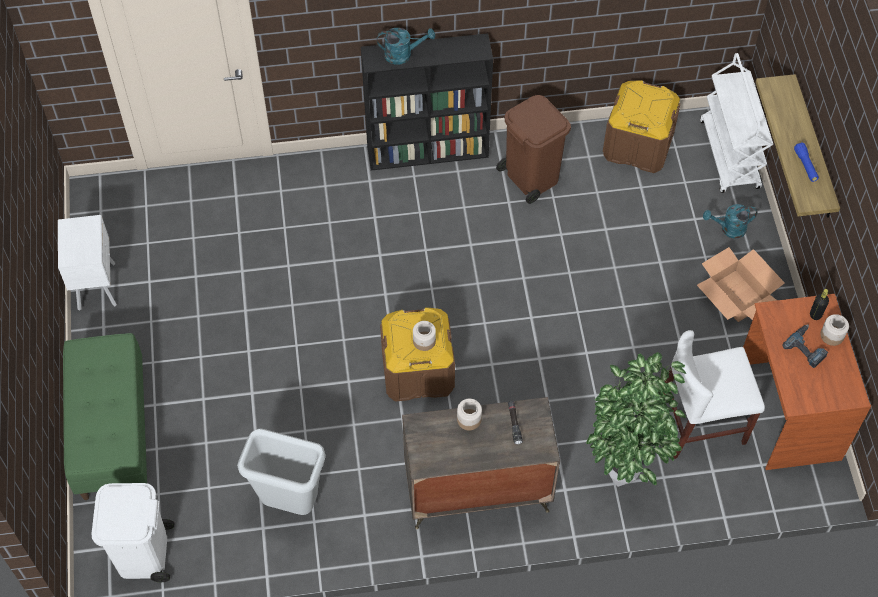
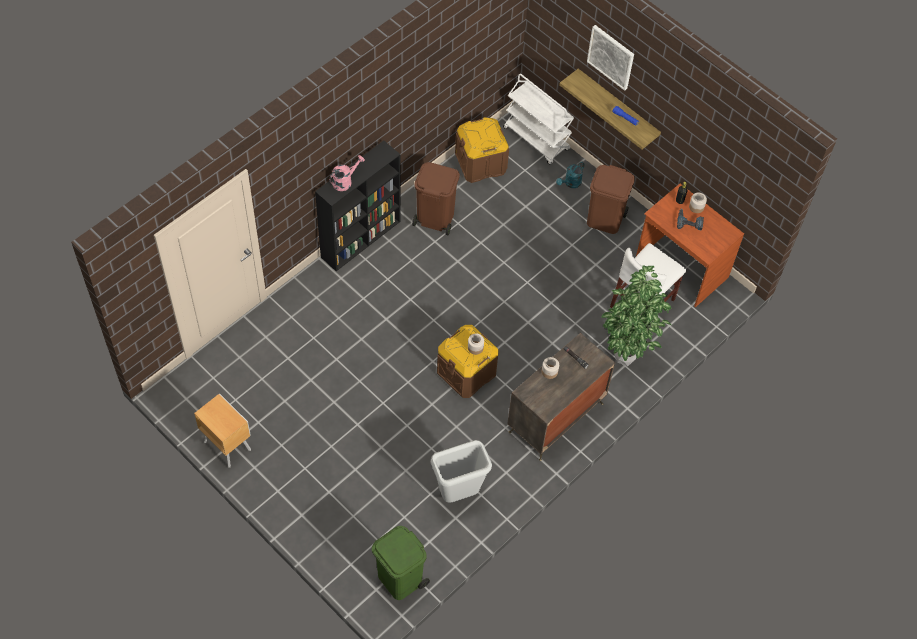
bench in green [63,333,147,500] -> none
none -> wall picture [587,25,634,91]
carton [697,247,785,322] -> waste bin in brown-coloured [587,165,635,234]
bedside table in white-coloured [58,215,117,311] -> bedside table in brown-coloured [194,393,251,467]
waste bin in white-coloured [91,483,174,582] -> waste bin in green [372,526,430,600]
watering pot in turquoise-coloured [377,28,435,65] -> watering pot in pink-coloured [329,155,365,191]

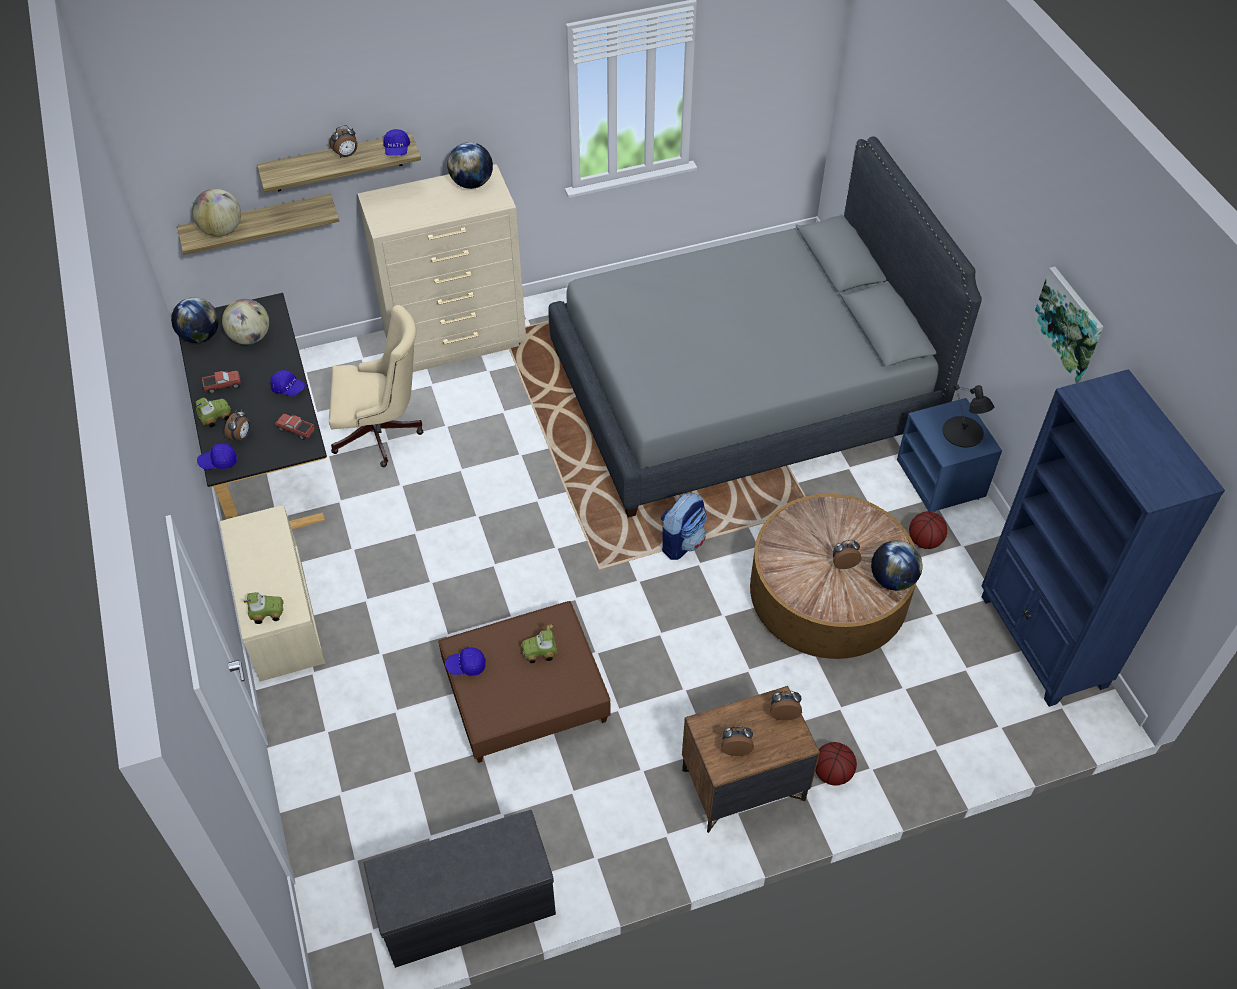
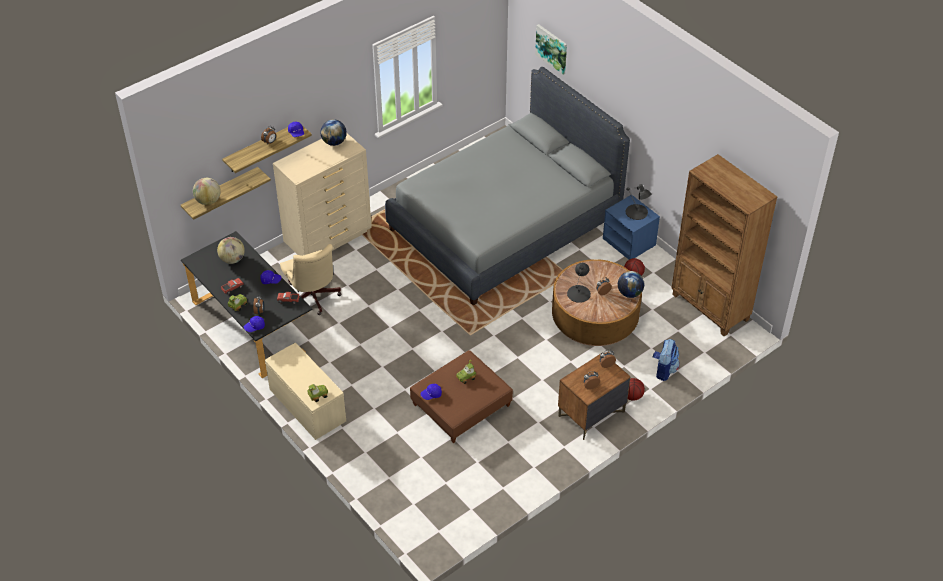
world globe [171,297,219,343] -> none
bench in gray [364,810,556,968] -> none
none -> table lamp in blackish [567,263,591,303]
knapsack [661,493,707,560] -> knapsack [653,339,680,381], shifted
wall picture [1031,267,1103,383] -> wall picture [535,24,567,75], shifted
shelving unit in bluish [981,369,1225,707] -> shelving unit in brown-coloured [671,154,777,337]
desk chair in beige-coloured [329,305,423,467] -> desk chair in beige-coloured [280,244,342,315], 90 degrees clockwise

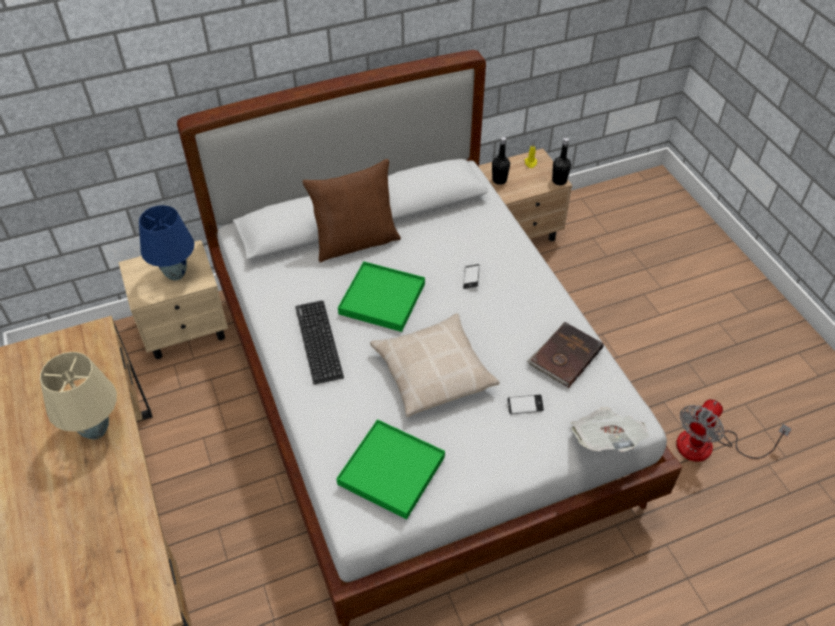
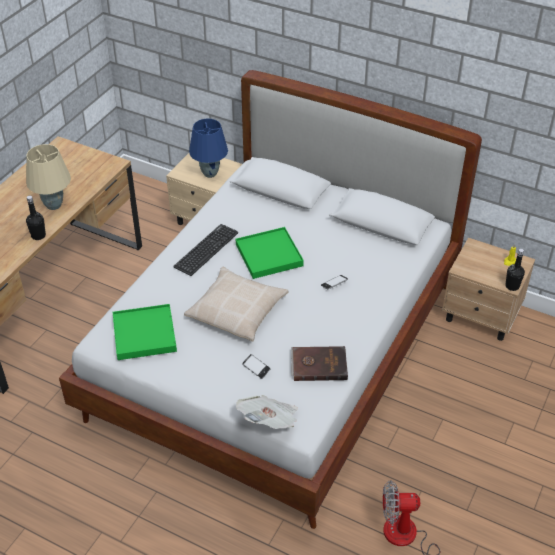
cushion in brown-coloured [302,159,401,262] -> none
drink bottle in blackish [492,137,510,185] -> drink bottle in blackish [26,195,46,240], shifted

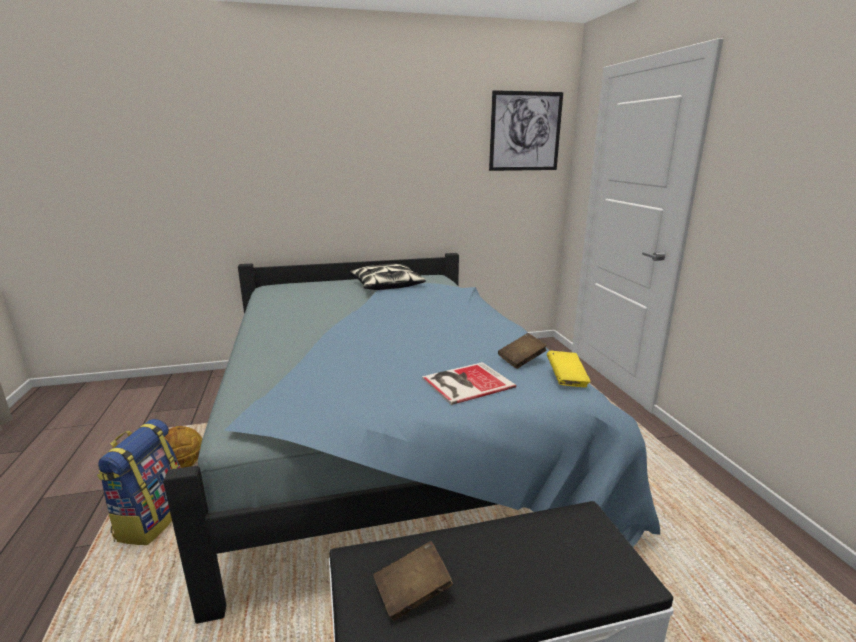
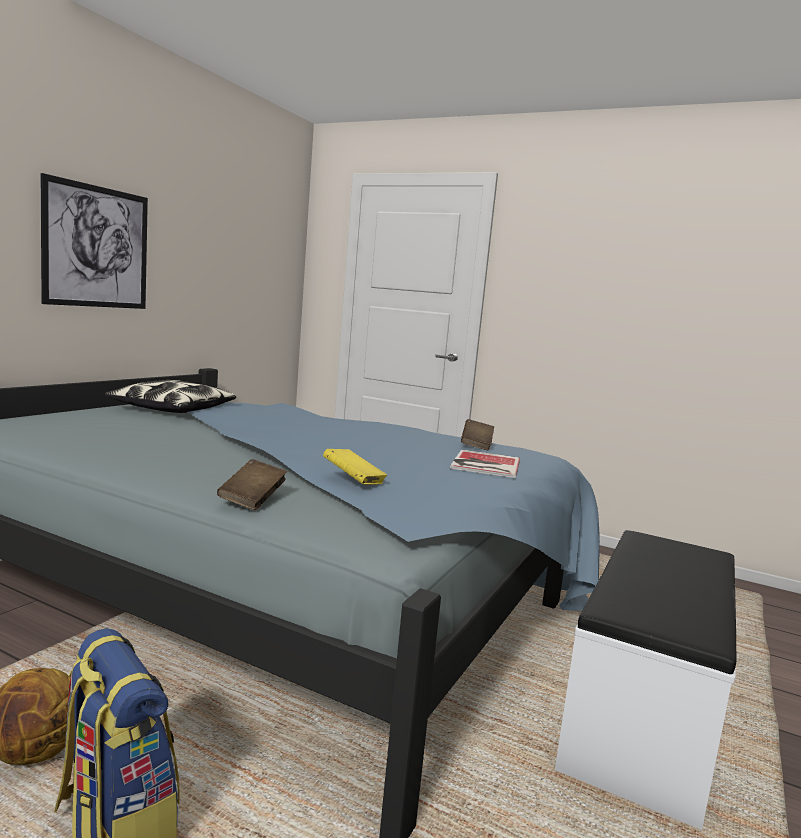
book in brown-coloured [373,541,453,621] -> book in brown-coloured [217,459,287,510], shifted
wall picture [489,90,563,171] -> wall picture [41,173,148,309], shifted
book in yellowish [547,351,591,387] -> book in yellowish [323,449,387,484], shifted

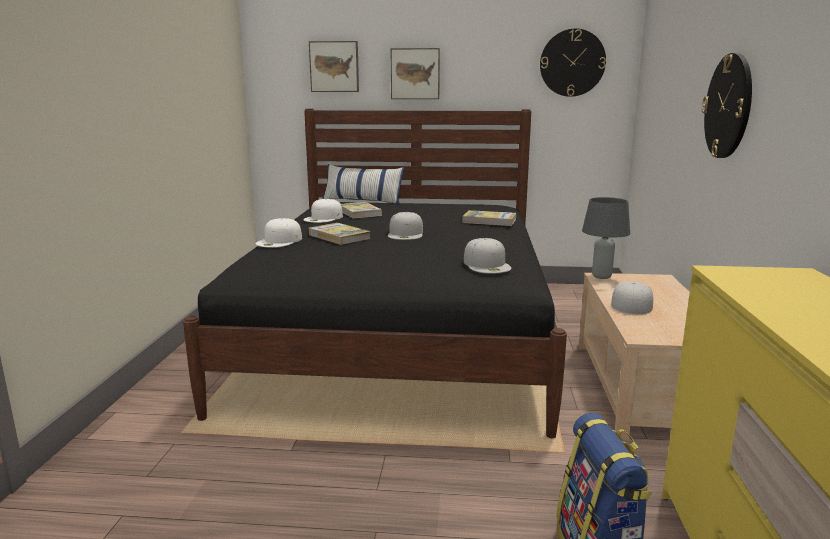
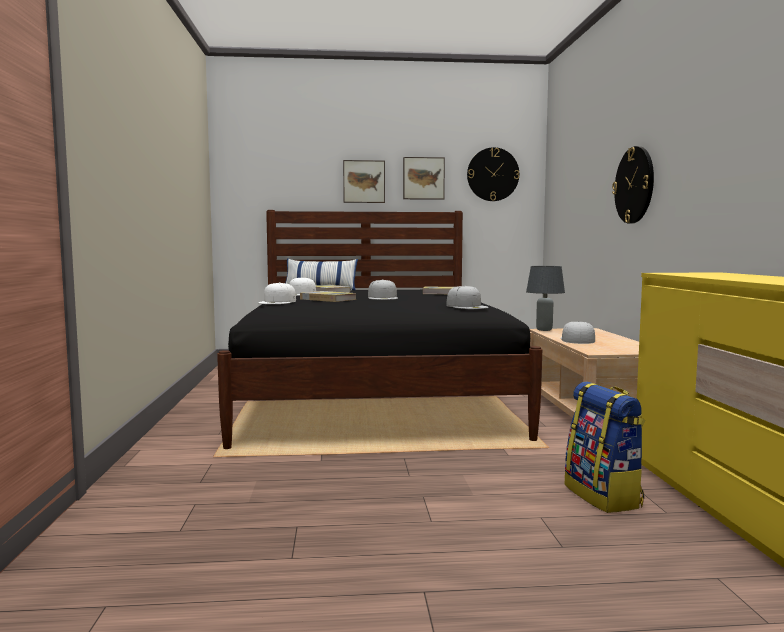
wall picture [309,41,359,92] -> wall picture [403,157,445,200], shifted

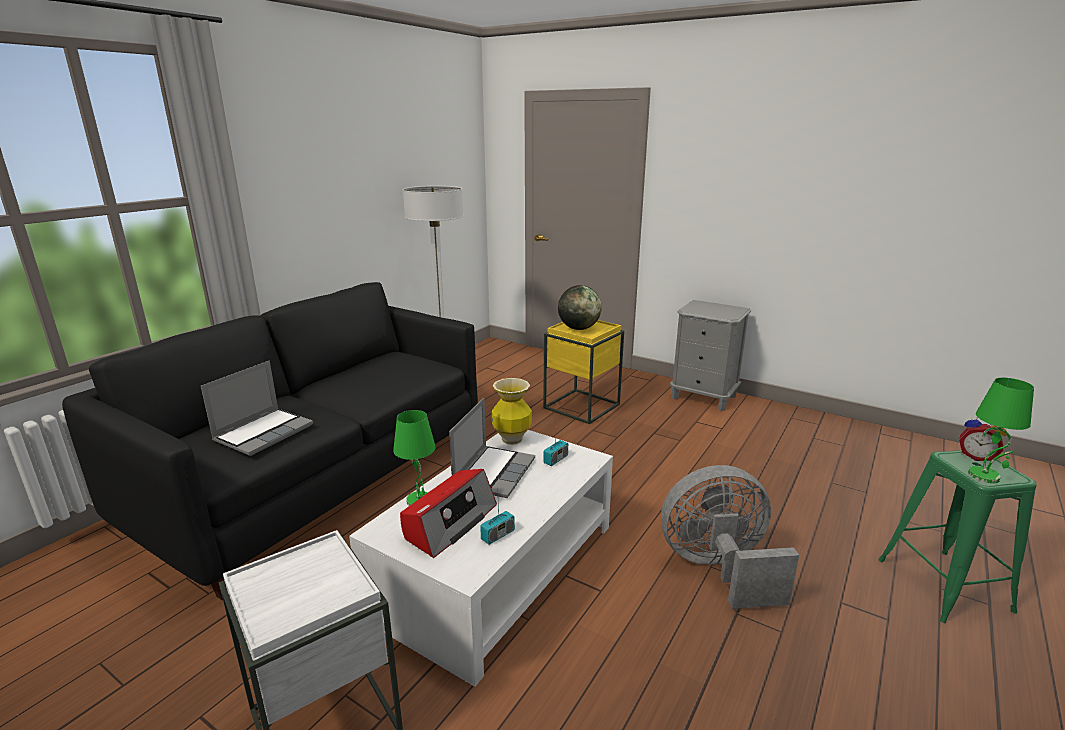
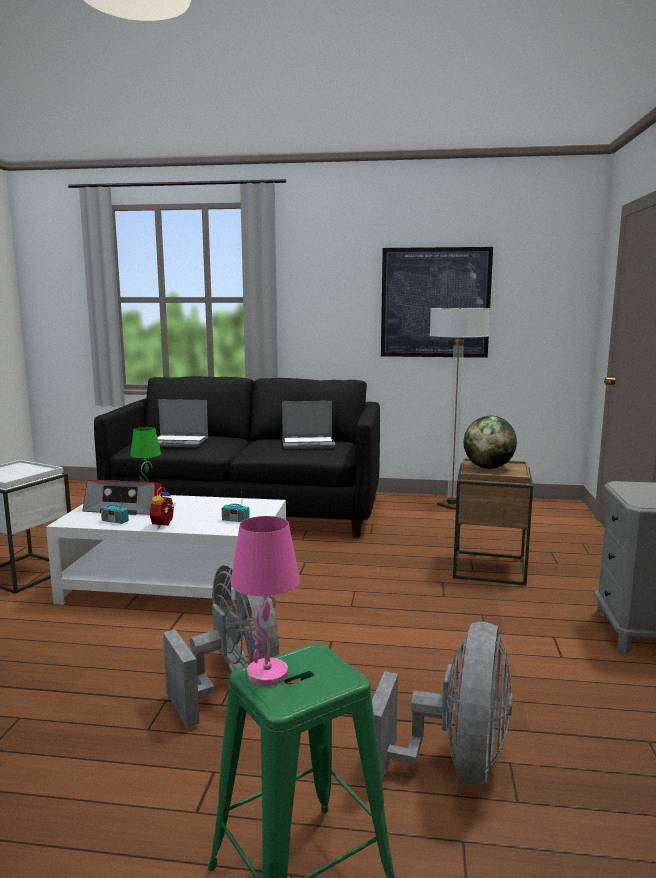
vase [492,378,532,445] -> none
none -> electric fan in gray [365,622,513,786]
none -> wall picture [381,247,493,358]
notebook computer [449,398,535,498] -> notebook computer [282,401,336,449], shifted
alarm clock [959,417,1007,461] -> alarm clock [150,487,176,529], shifted
side table in yellowish [543,320,624,424] -> side table in brown-coloured [453,458,533,586]
table lamp in green [968,378,1034,483] -> table lamp in pink-coloured [231,516,300,686]

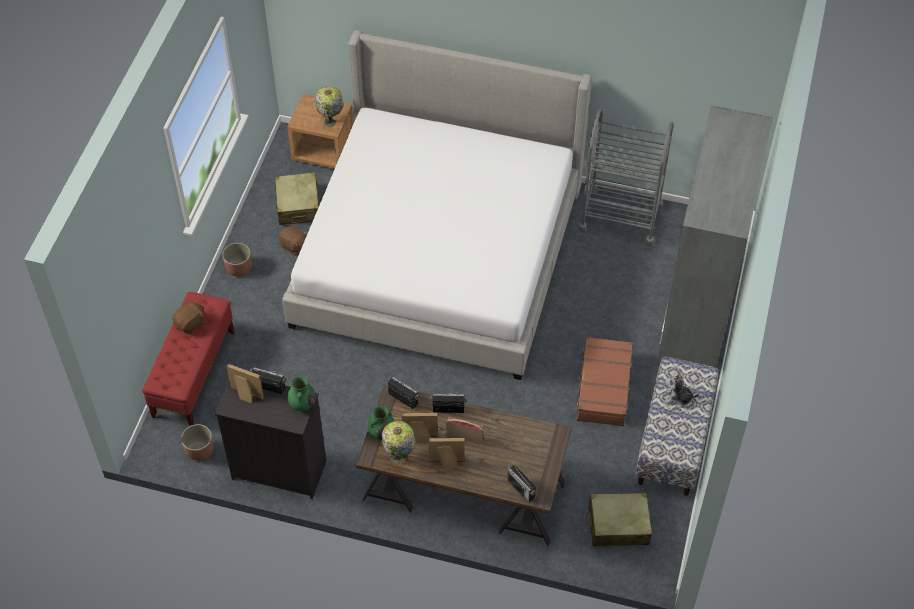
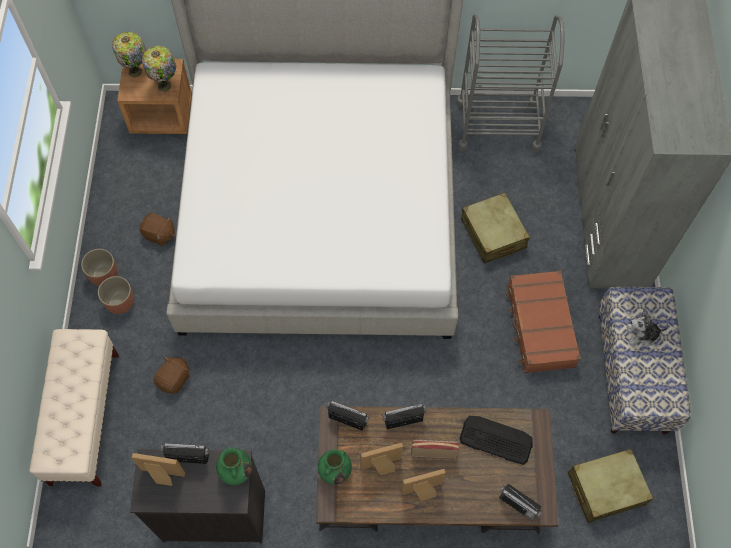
none -> computer keyboard [460,416,533,465]
cuddly toy in brown-coloured [172,299,205,334] -> cuddly toy in brown-coloured [154,356,190,394], shifted
plant pot [181,424,213,461] -> plant pot [98,276,134,314], shifted
piece of luggage in beige-coloured [274,172,319,225] -> piece of luggage in beige-coloured [461,193,530,263], shifted
table lamp [382,421,416,465] -> table lamp [112,32,146,77], shifted
bench in red-coloured [142,292,234,426] -> bench in beige-coloured [29,329,119,487]

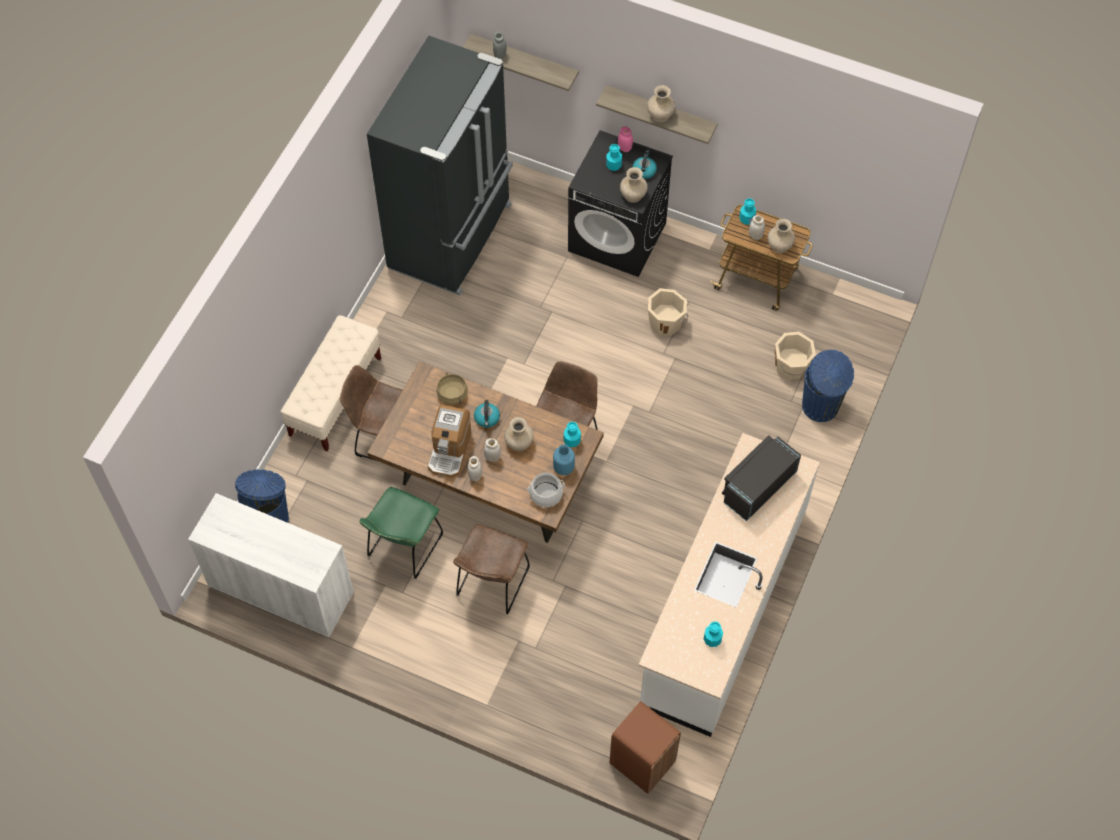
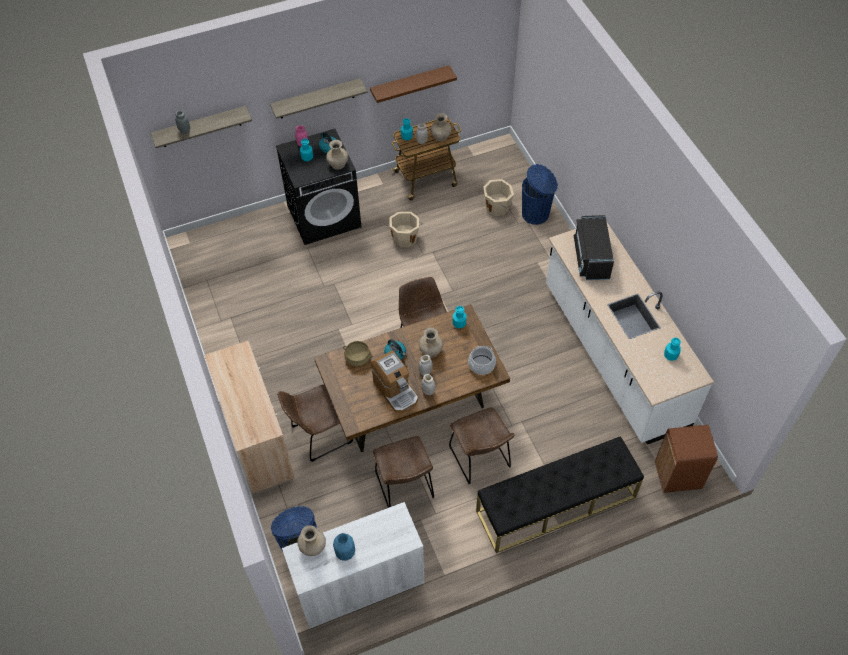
refrigerator in blackish [367,36,513,296] -> none
none -> shelf in brown-coloured [370,65,457,103]
none -> bench in blackish [476,436,644,553]
vase in bluish [553,445,575,475] -> vase in bluish [333,533,355,561], shifted
vase in beige-coloured [647,85,675,122] -> vase in beige-coloured [298,525,326,556], shifted
bench in beige-coloured [280,315,381,451] -> cabinet in beige-coloured [204,341,295,493]
plain chair in green [359,487,443,579] -> plain chair in brown-coloured [373,436,434,508]

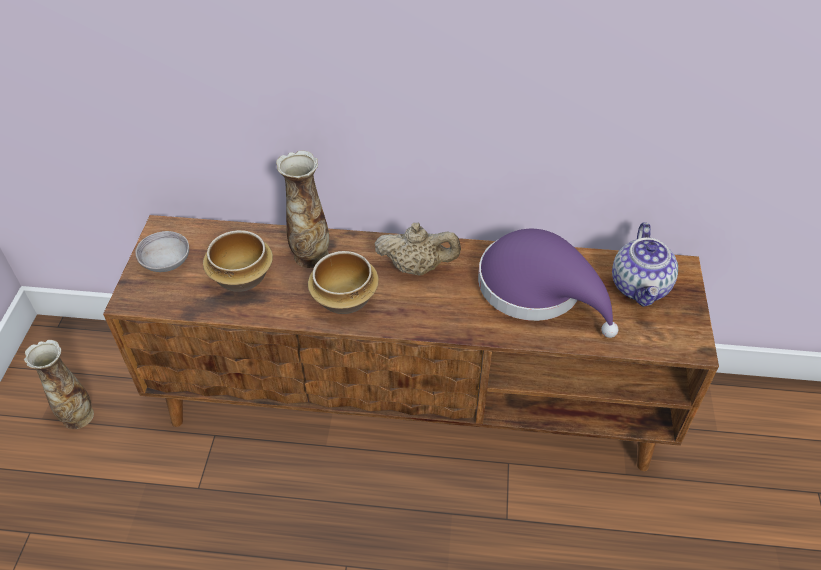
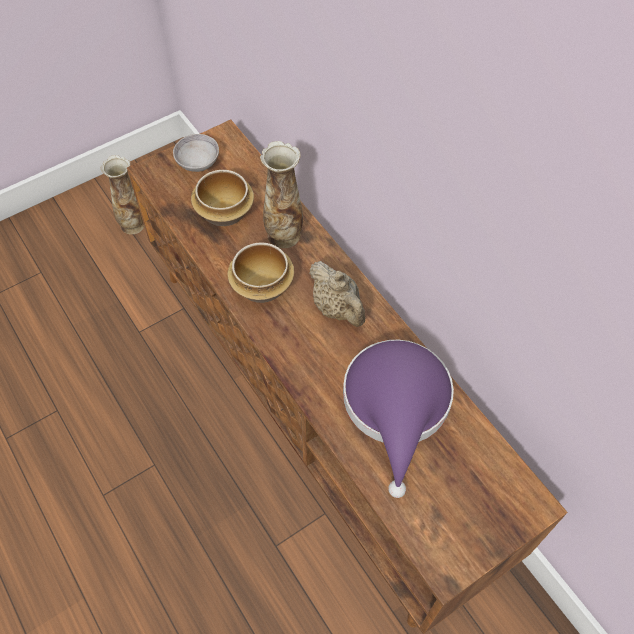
teapot [612,222,678,307] -> none

